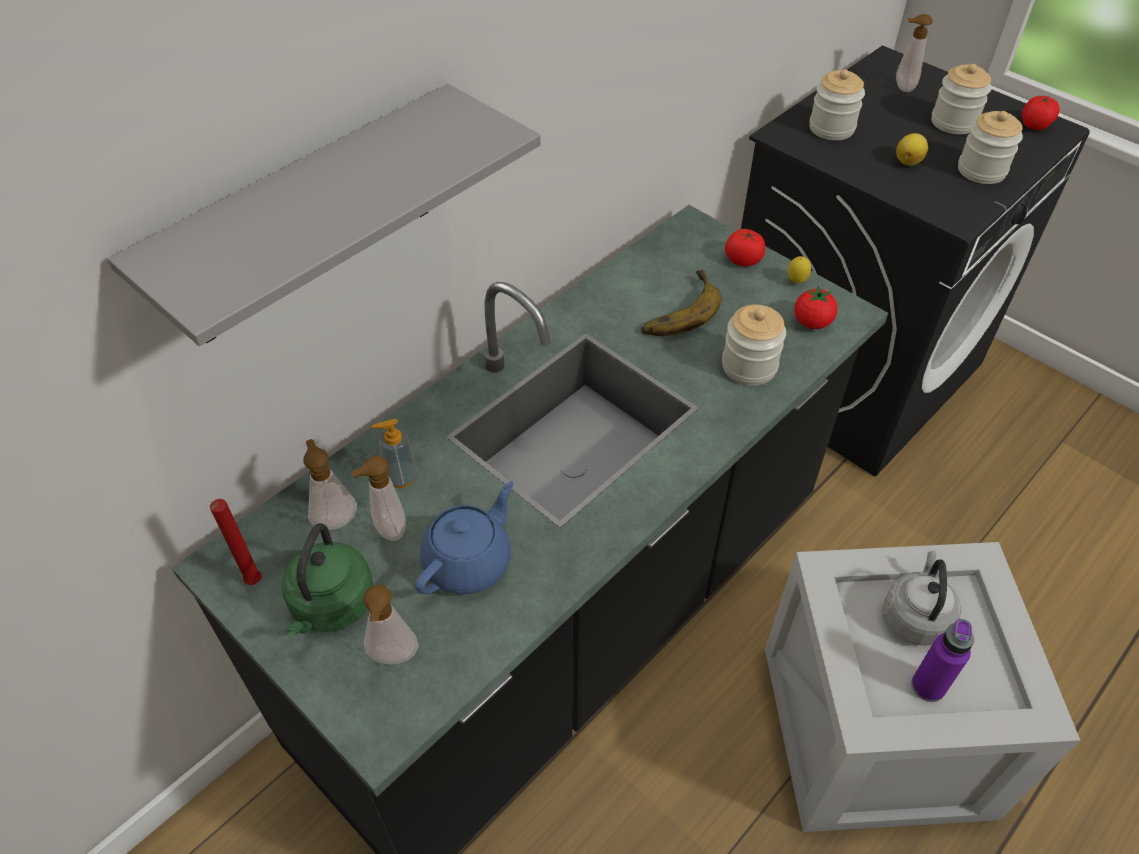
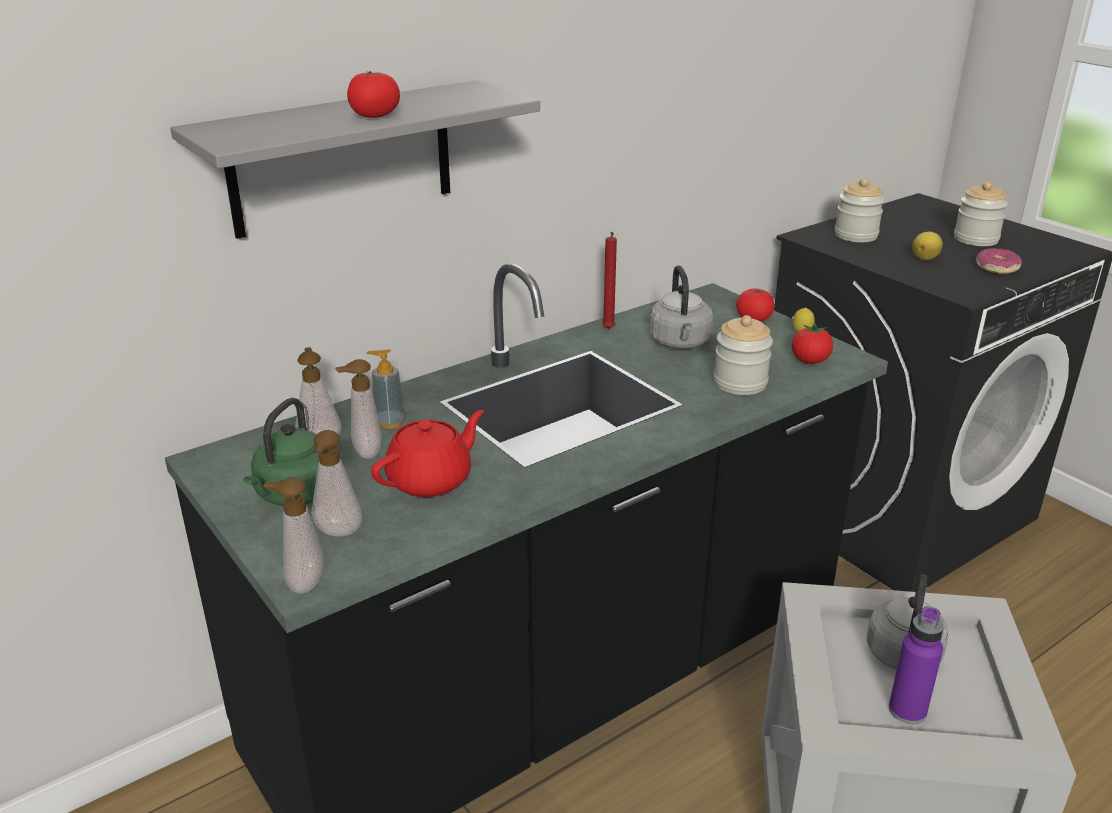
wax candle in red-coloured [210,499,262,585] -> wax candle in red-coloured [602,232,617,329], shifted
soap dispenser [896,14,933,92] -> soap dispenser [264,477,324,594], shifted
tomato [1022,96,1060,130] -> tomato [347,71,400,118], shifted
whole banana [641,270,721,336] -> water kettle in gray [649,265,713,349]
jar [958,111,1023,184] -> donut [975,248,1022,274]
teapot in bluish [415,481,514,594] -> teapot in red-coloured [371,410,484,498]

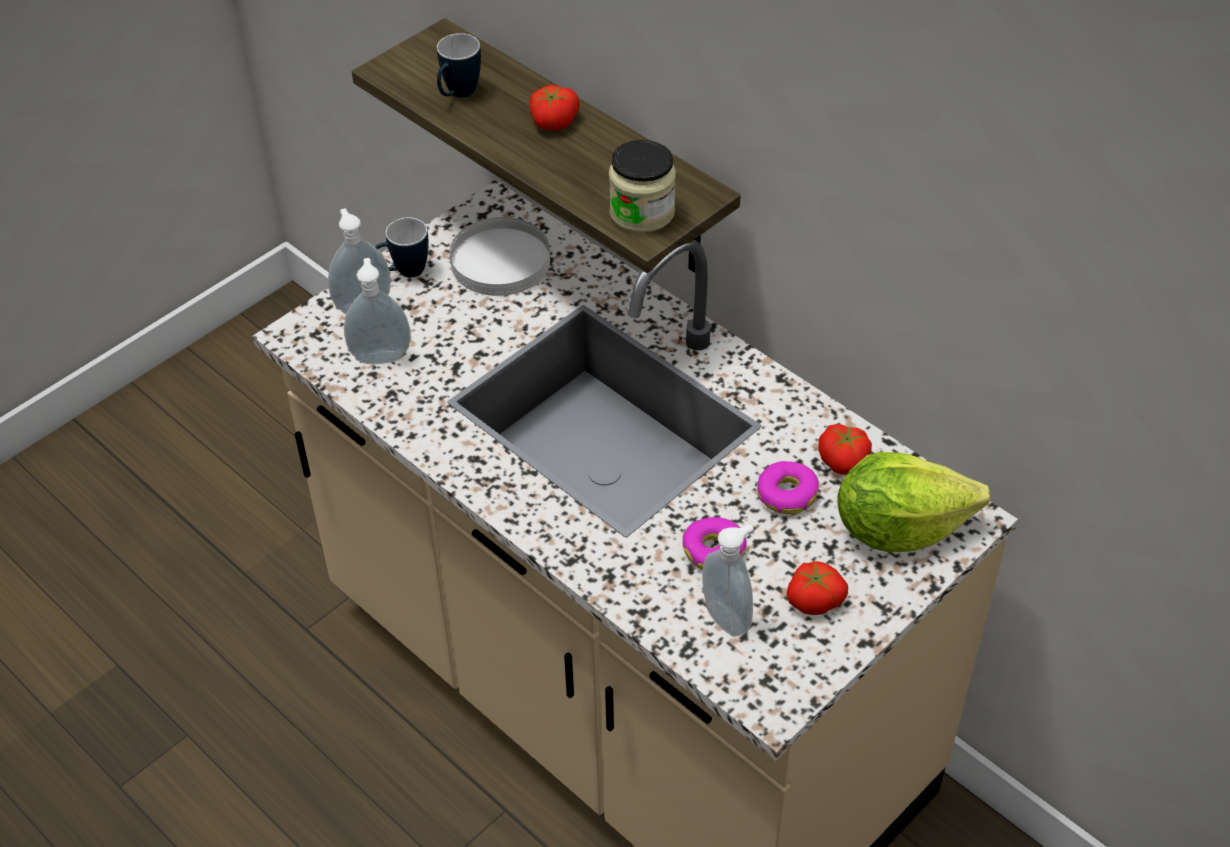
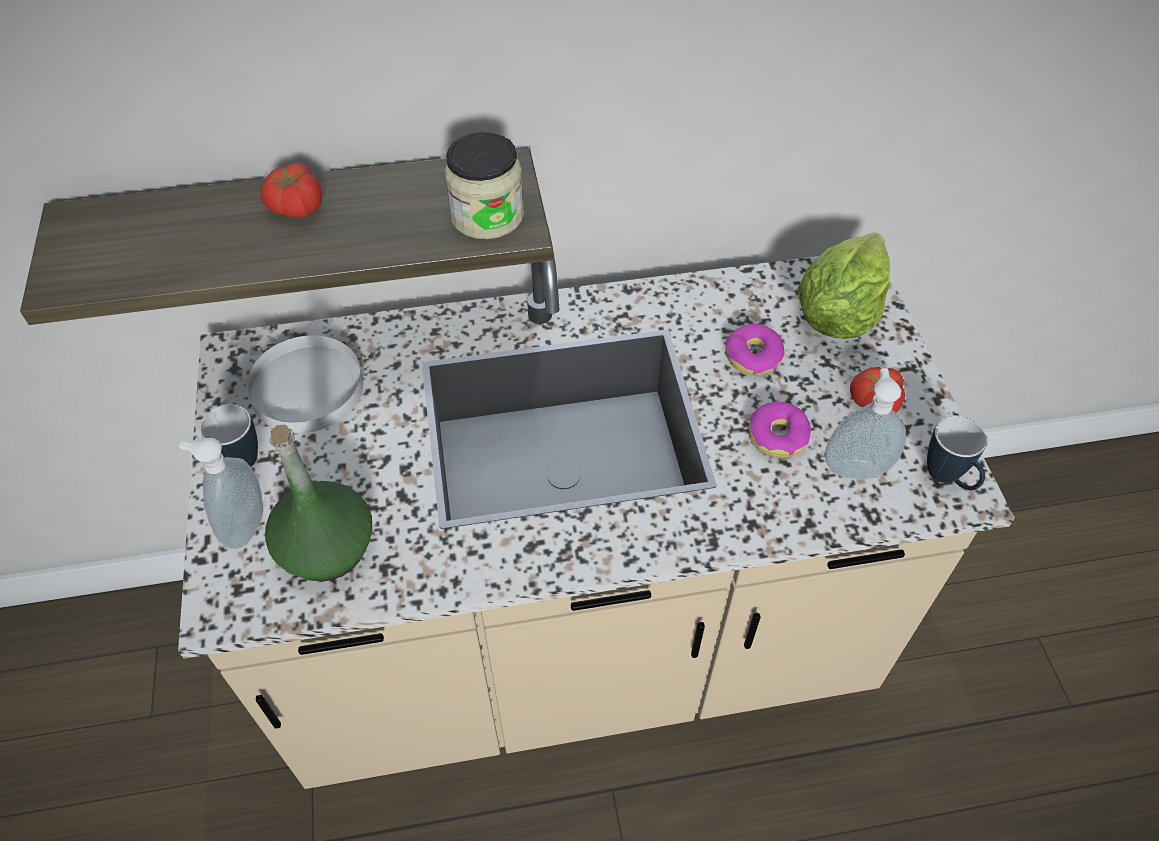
tomato [818,424,872,475] -> none
coffee mug [437,33,481,98] -> coffee mug [927,415,987,490], shifted
soap dispenser [344,258,411,364] -> drink bottle in green [265,425,372,582]

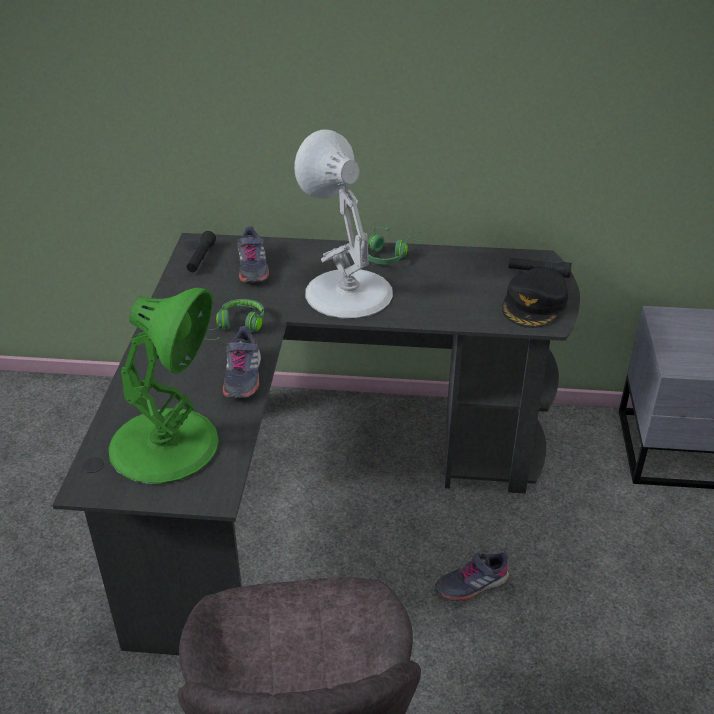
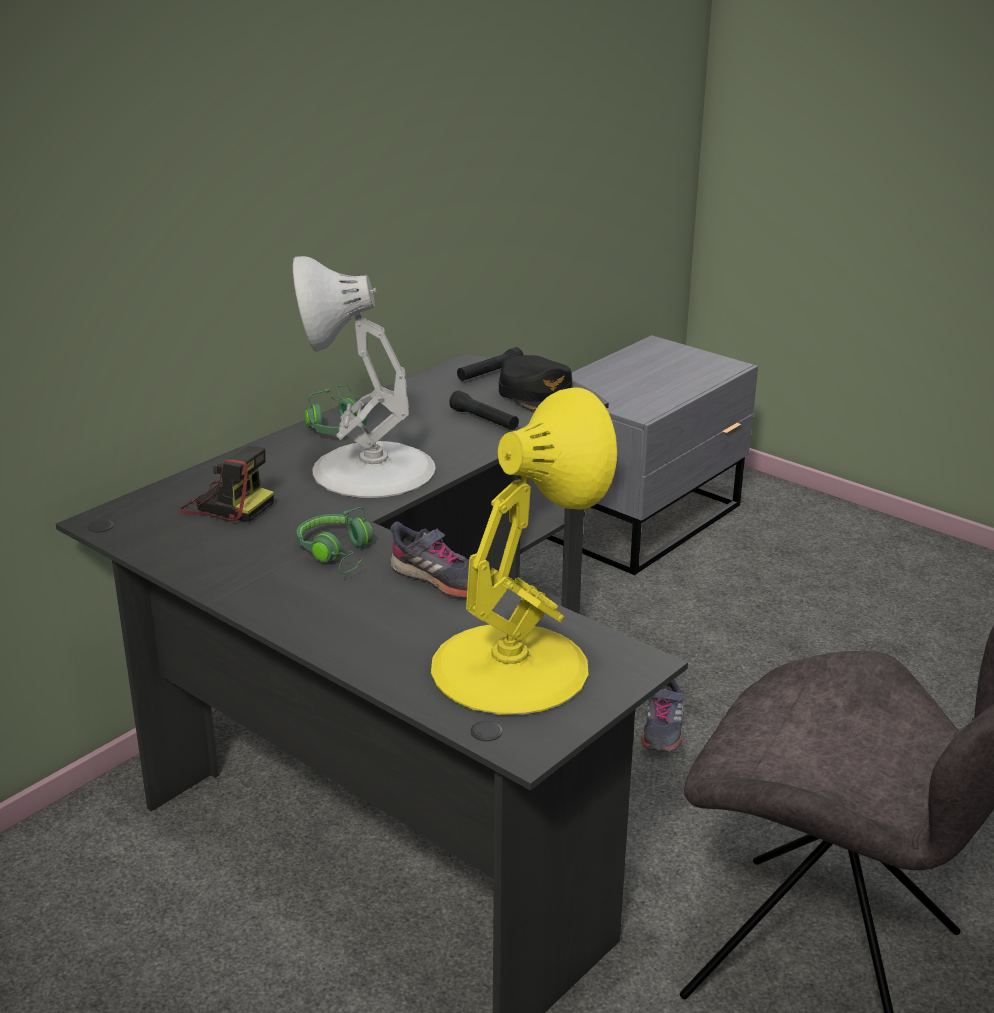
flashlight in blackish [186,231,216,272] -> flashlight in blackish [449,390,519,430], shifted
item of footwear in gray [237,226,269,283] -> still camera [180,446,274,522]
table lamp in green [108,288,219,484] -> table lamp in yellowish [431,387,617,715]

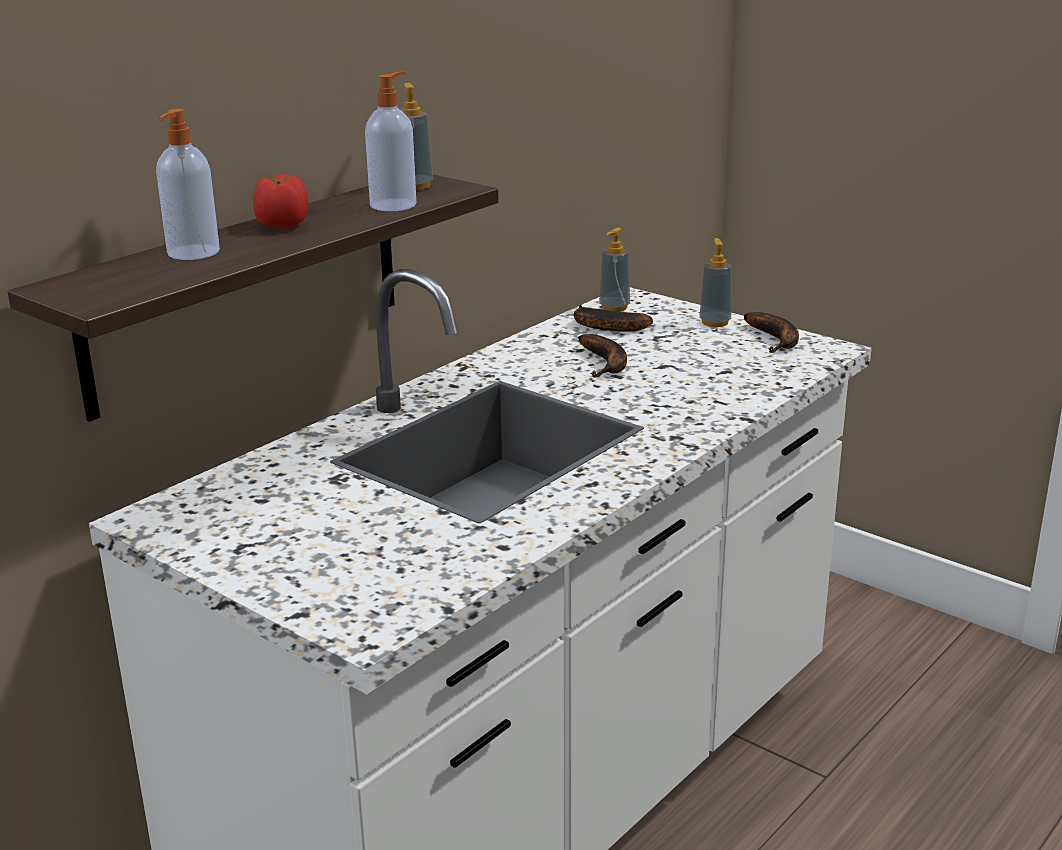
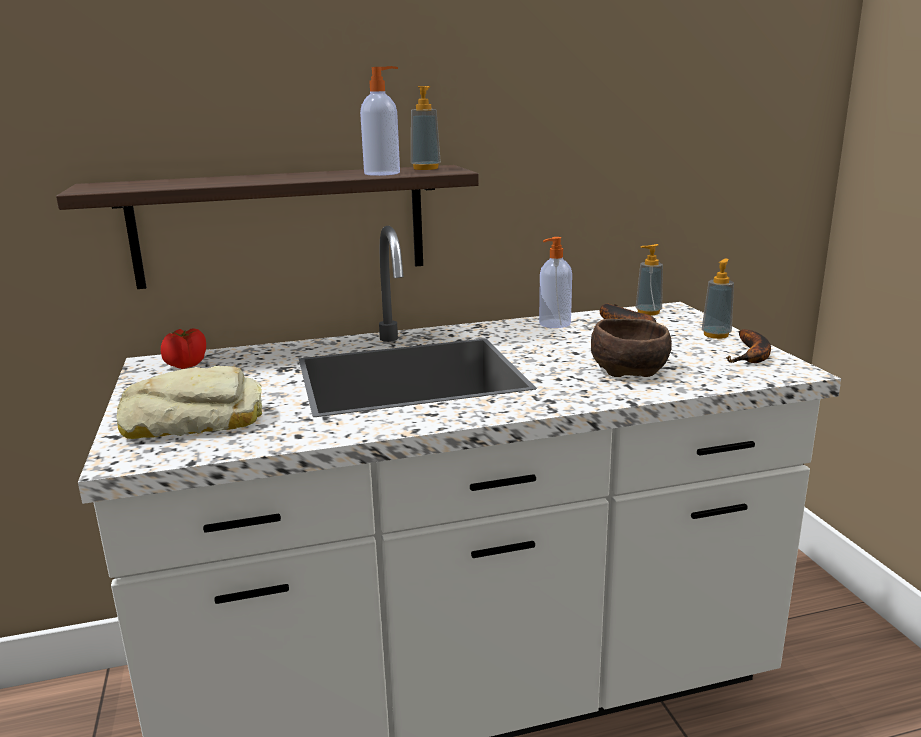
whole banana [578,334,627,378] -> none
none -> bread [117,366,262,439]
none -> deep dish in brown-coloured [591,319,672,377]
soap dispenser [156,109,220,260] -> soap dispenser [539,237,572,328], shifted
tomato [253,174,308,229] -> tomato [161,328,206,369], shifted

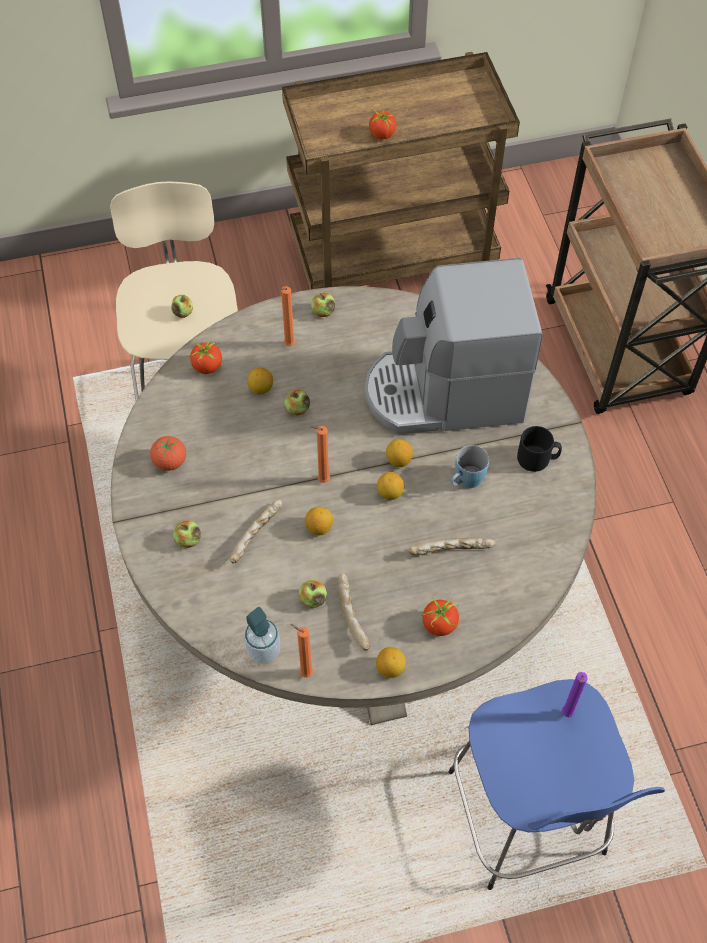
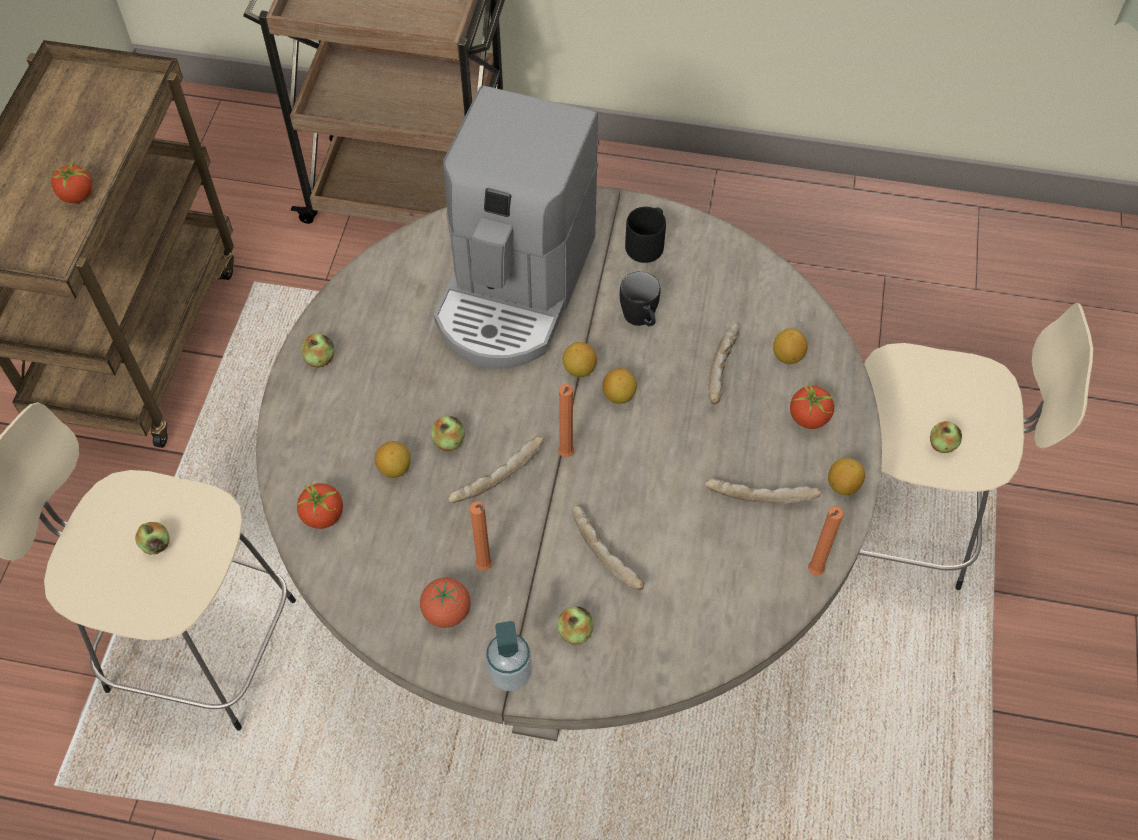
wax candle in purplish [562,672,588,717] -> none
none -> bread [448,436,543,503]
soap dispenser [244,607,280,664] -> soap dispenser [485,621,532,691], shifted
wax candle in orange [279,286,295,346] -> wax candle in orange [470,501,492,571], shifted
apple [299,580,327,608] -> apple [930,421,962,453], shifted
whole lemon [305,507,333,536] -> whole lemon [773,328,808,364], shifted
stool in bluish [448,679,665,890] -> stool in beige-coloured [859,303,1093,590]
coffee mug in bluish [451,445,489,488] -> coffee mug in blackish [620,271,660,326]

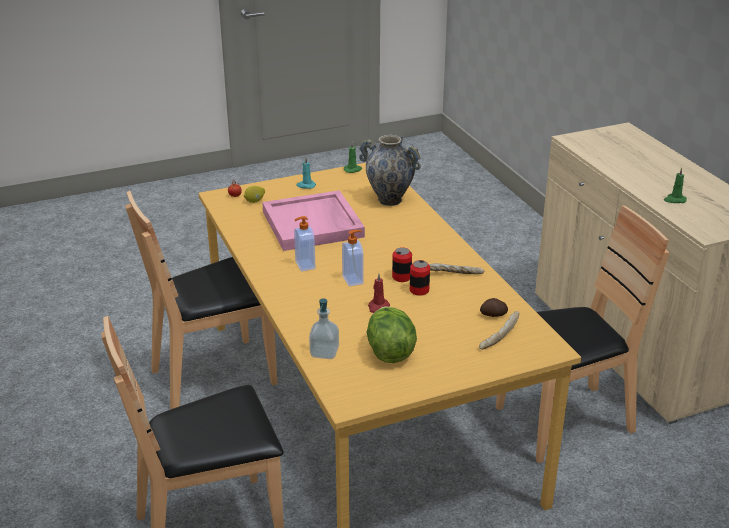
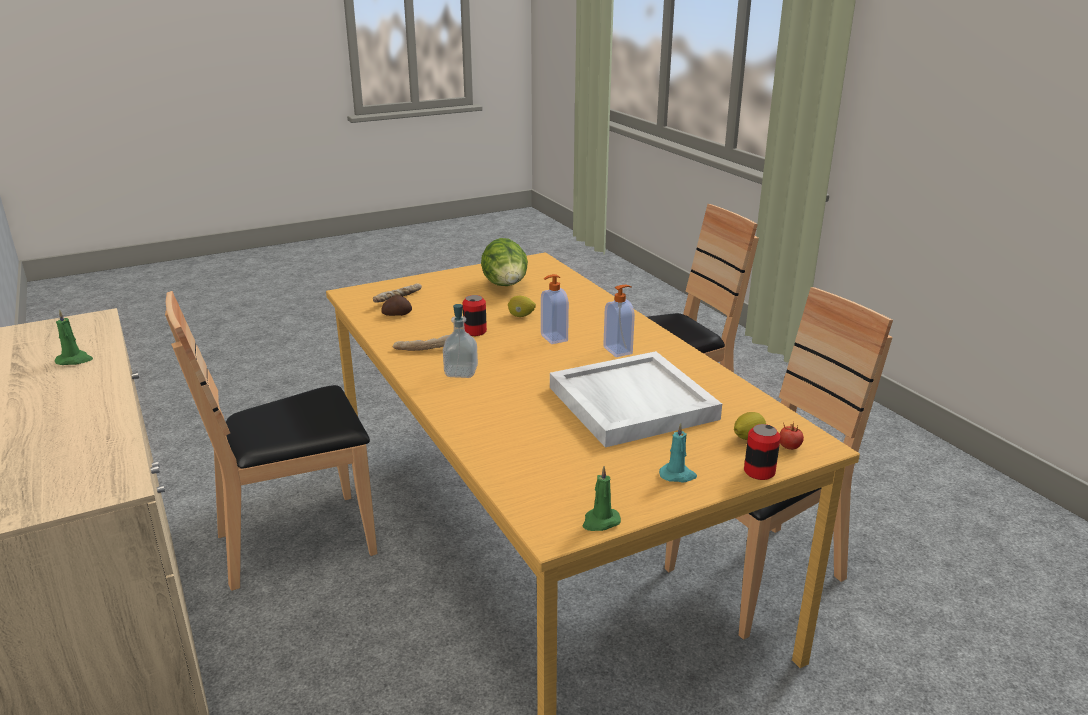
vase [359,135,421,206] -> none
soap dispenser [309,298,339,359] -> soap dispenser [443,304,478,378], shifted
sealed can [392,247,412,282] -> sealed can [744,424,781,480], shifted
wax candle in red-coloured [368,274,390,313] -> whole lemon [508,296,536,317]
serving tray in pink-coloured [262,190,365,251] -> serving tray in white-coloured [550,351,722,448]

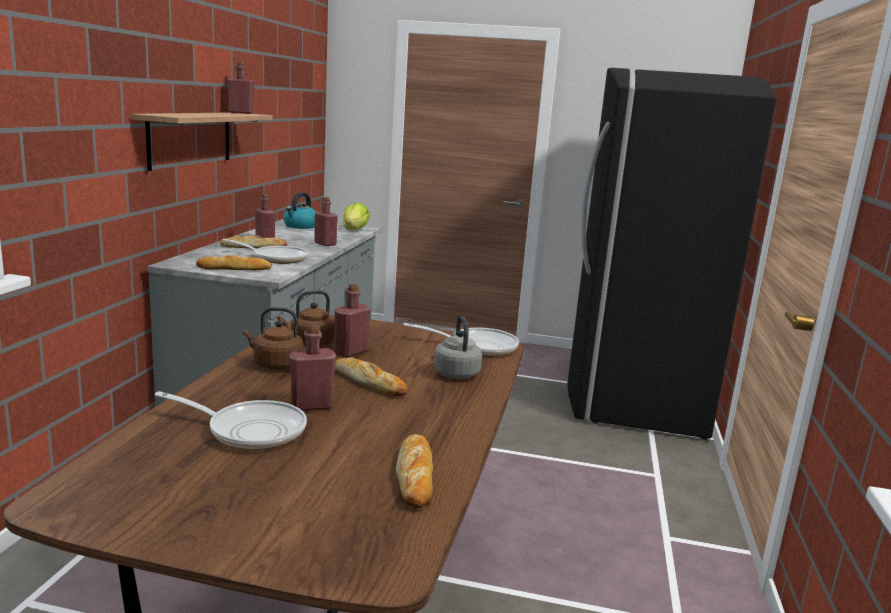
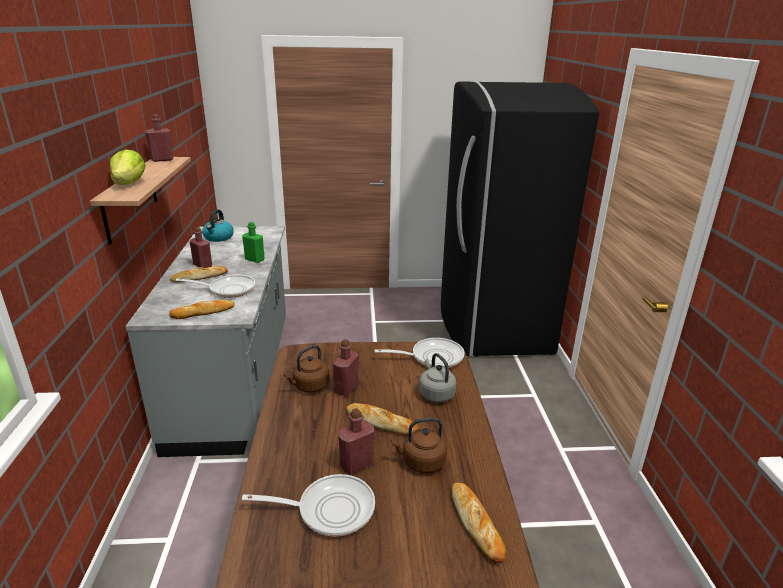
water kettle in brown-coloured [243,307,303,370] -> water kettle in brown-coloured [390,417,447,473], shifted
lettuce [343,203,370,230] -> lettuce [110,149,146,185], shifted
drink bottle in red-coloured [314,197,338,246] -> drink bottle in green [242,222,265,263]

